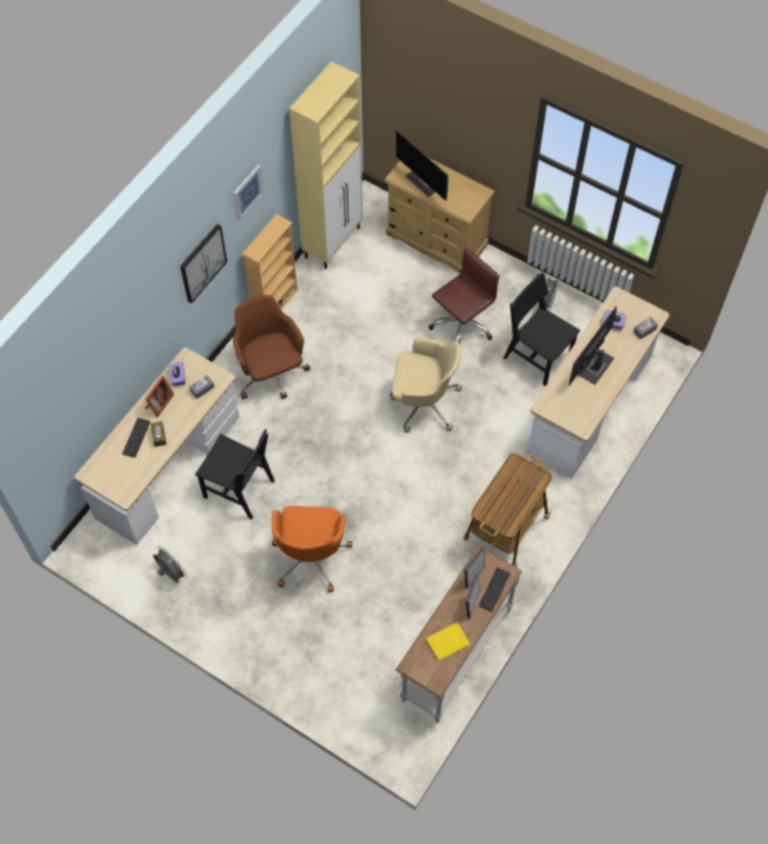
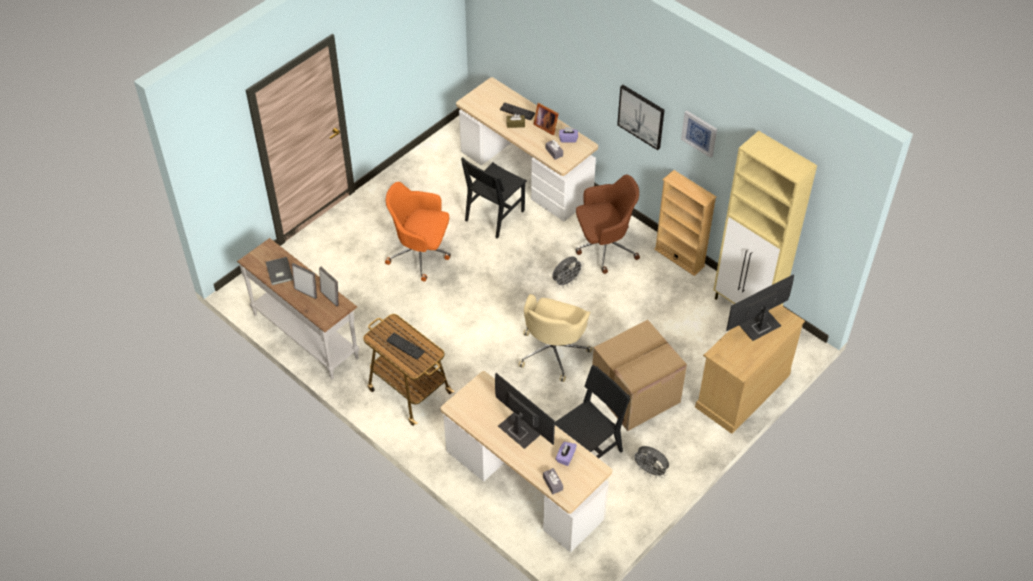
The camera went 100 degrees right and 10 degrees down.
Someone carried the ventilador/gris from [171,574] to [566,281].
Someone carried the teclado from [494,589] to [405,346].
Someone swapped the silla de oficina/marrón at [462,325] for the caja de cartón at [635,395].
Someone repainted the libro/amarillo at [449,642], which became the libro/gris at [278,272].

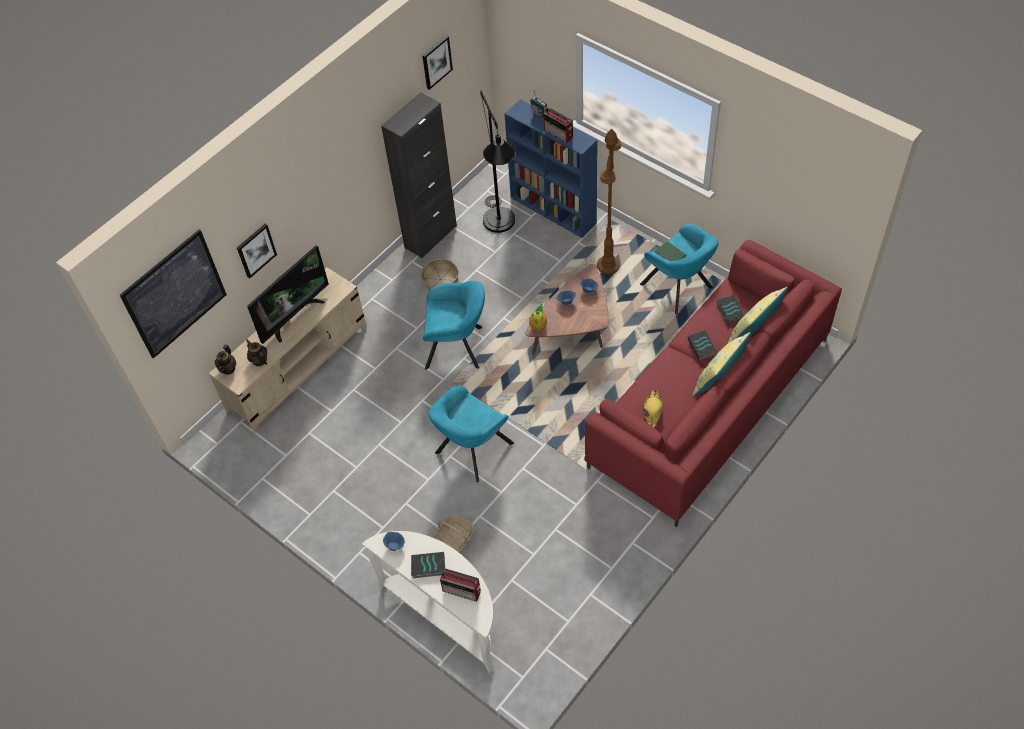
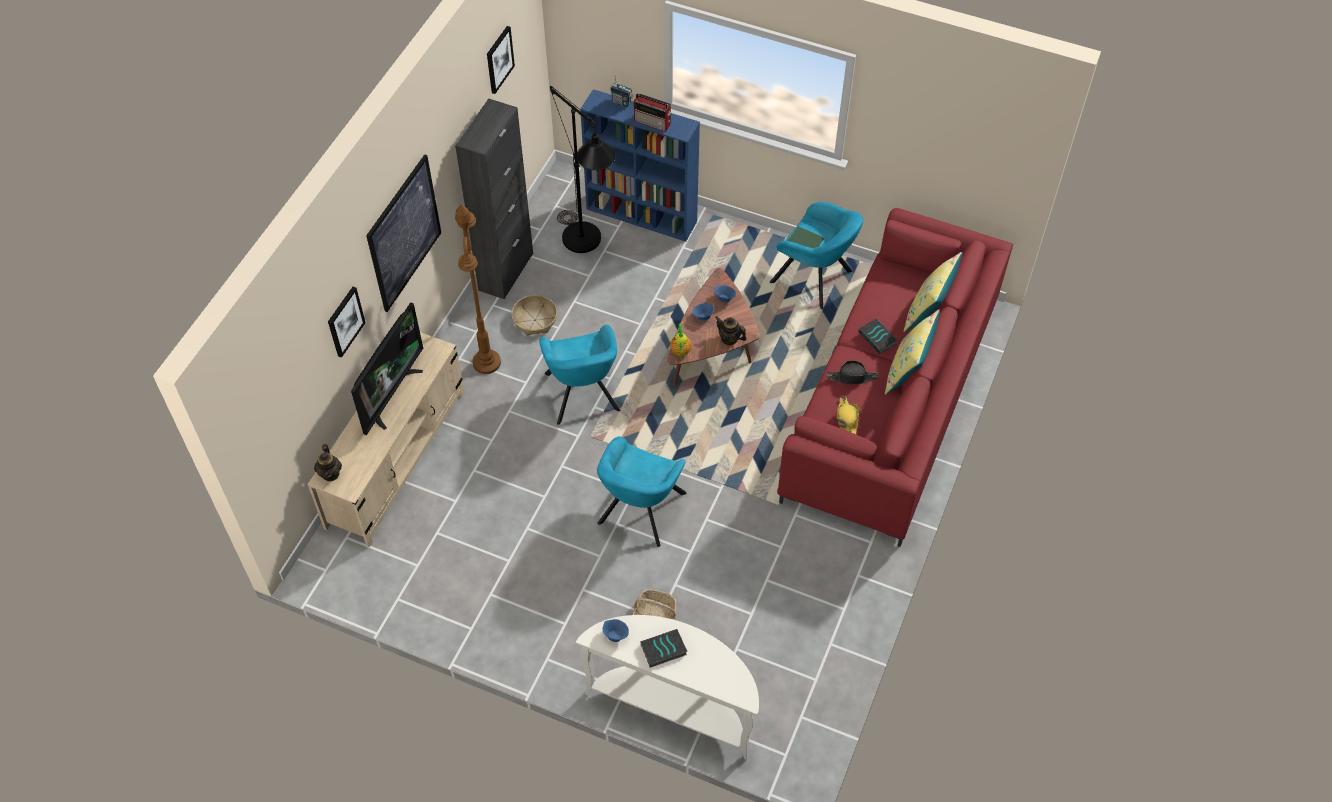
The camera went 20 degrees left and 0 degrees up.
Someone took away the radio at [462,591].
Someone took away the libro at [729,311].
Someone put down the sombrero/negro at [852,377].
Someone carried the cuadro from [174,294] to [404,233].
Someone carried the tetera from [259,360] to [729,339].
Someone carried the lámpara de pie/marrón from [608,265] to [486,362].
Someone rotated the sillón/turquesa at [457,347] by 90 degrees clockwise.

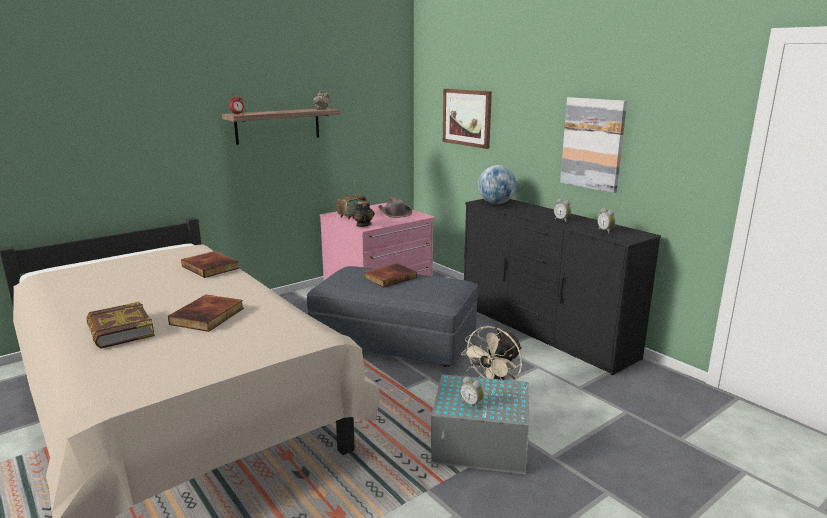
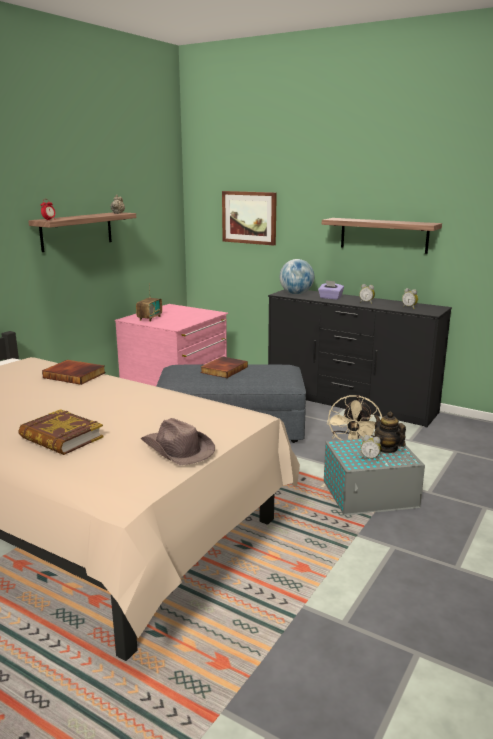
The camera went 20 degrees left and 0 degrees up.
Someone took away the libro at [208,316].
Someone put down the caja de pañuelos/morado at [330,298].
Someone carried the tetera from [363,225] to [387,449].
Someone carried the sombrero/marrón from [394,213] to [177,449].
Someone swapped the cuadro at [593,144] for the estante at [383,235].

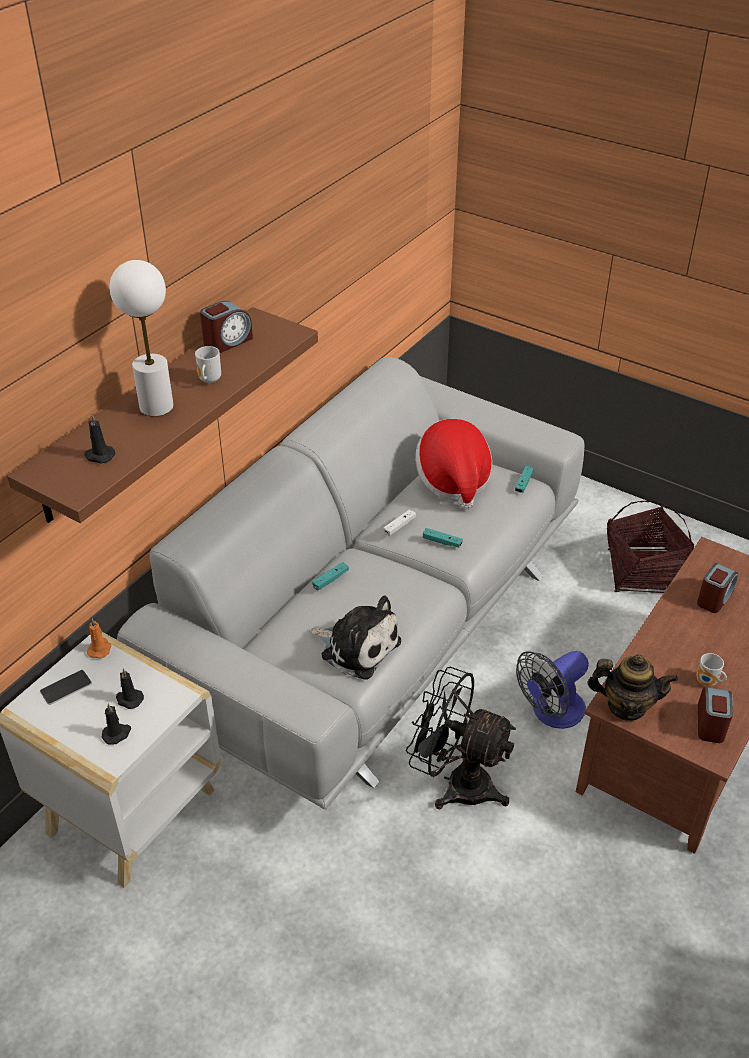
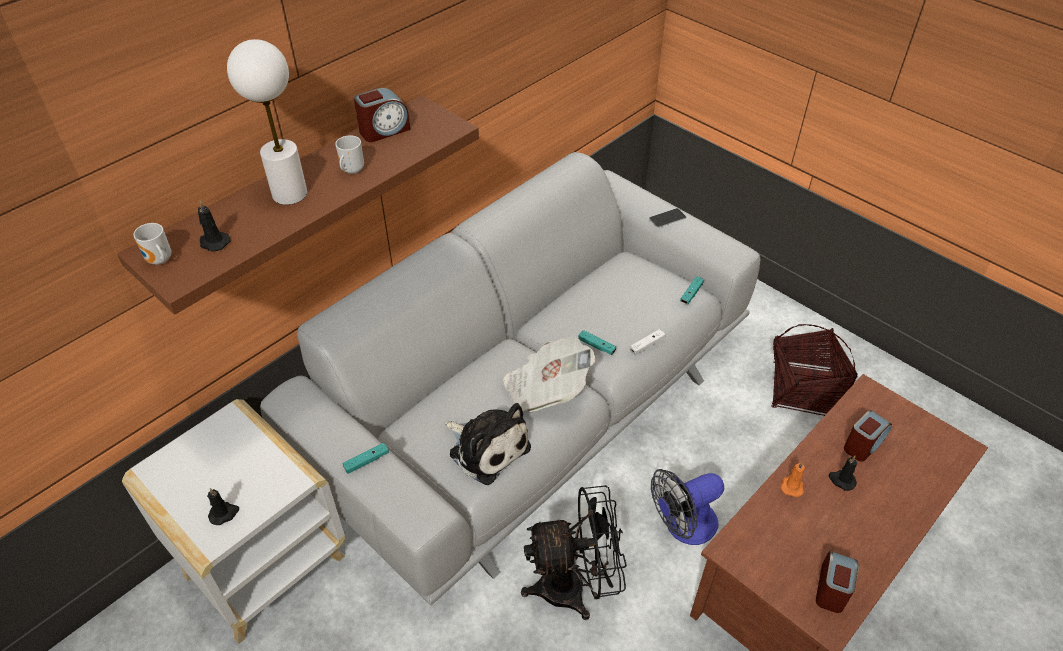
The camera went 10 degrees right and 5 degrees up.
Someone took away the sombrero at [453,480].
Someone took away the tetera at [626,706].
Someone put down the periódico at [546,389].
Someone carried the móvil from [66,687] to [667,218].
Someone carried the vela/naranja from [100,649] to [792,486].
Someone carried the vela/negro from [129,699] to [841,480].
Someone carried the mando de consola/turquesa from [330,580] to [366,461].
Someone carried the mando de consola/blanco from [399,526] to [647,345].
Someone carried the taza grande from [707,683] to [159,261].
Someone rotated the ventilador/negro at [457,783] by 135 degrees clockwise.

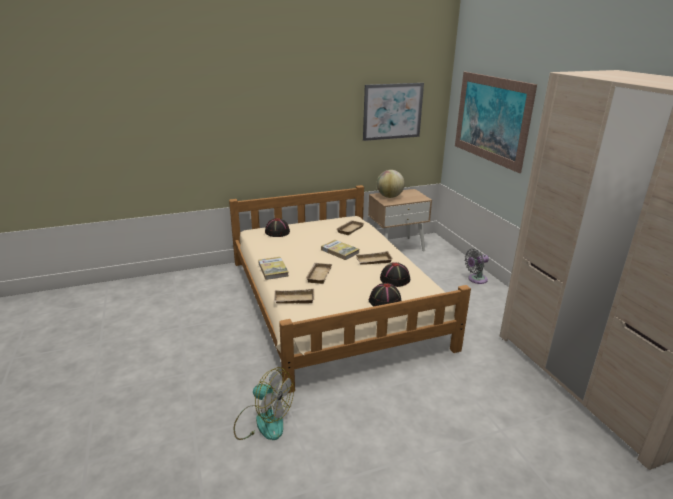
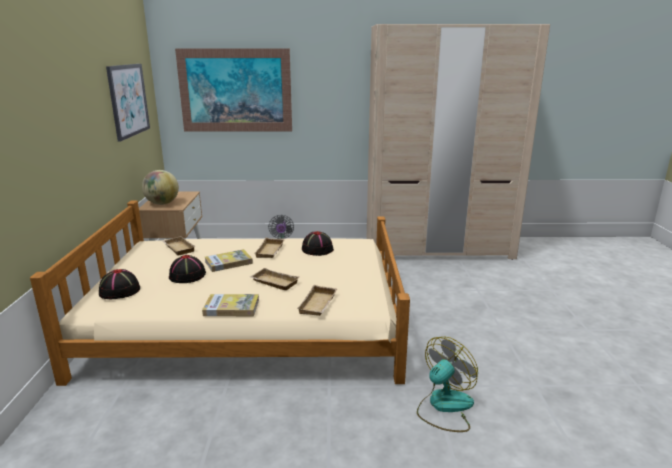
The camera went 70 degrees left and 5 degrees down.
Someone carried the sombrero/negro from [384,301] to [187,276].

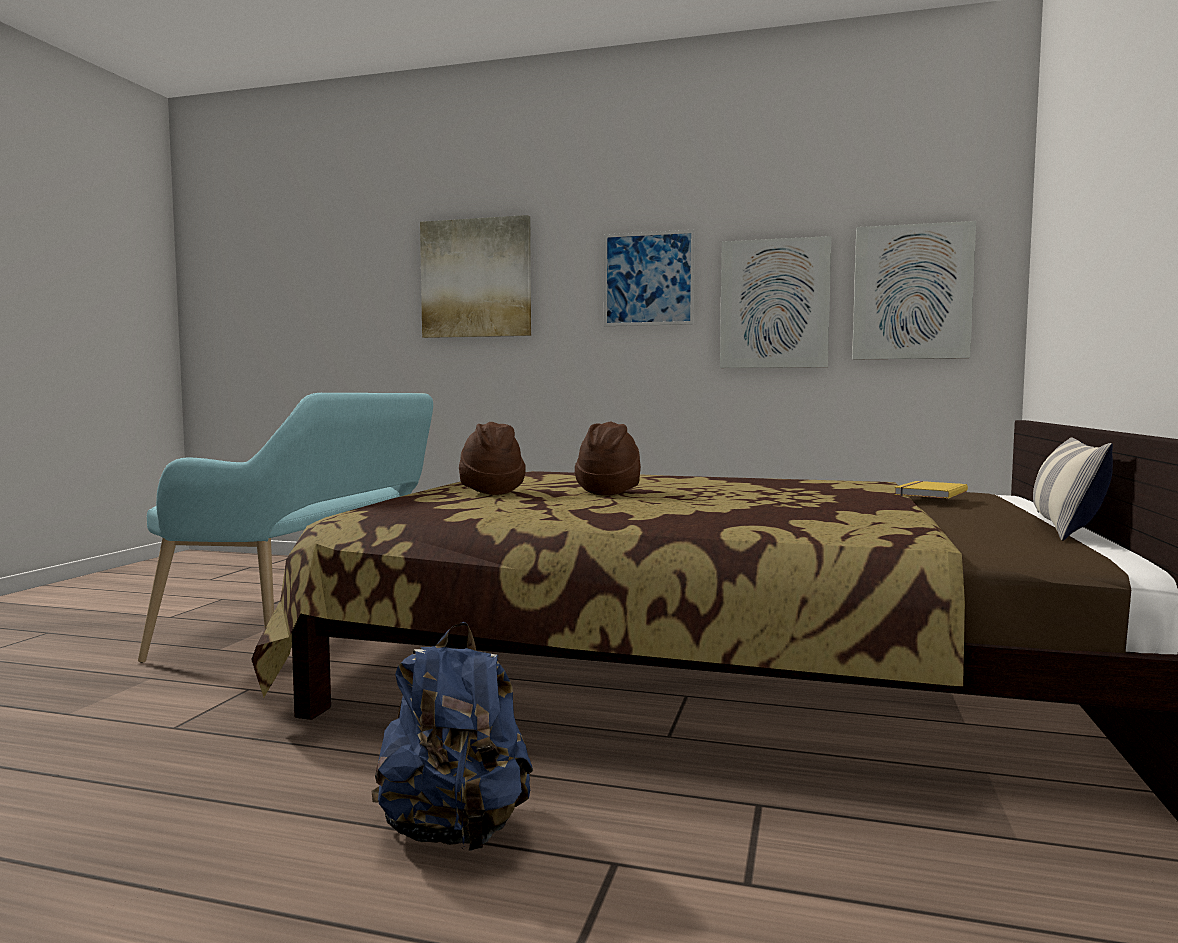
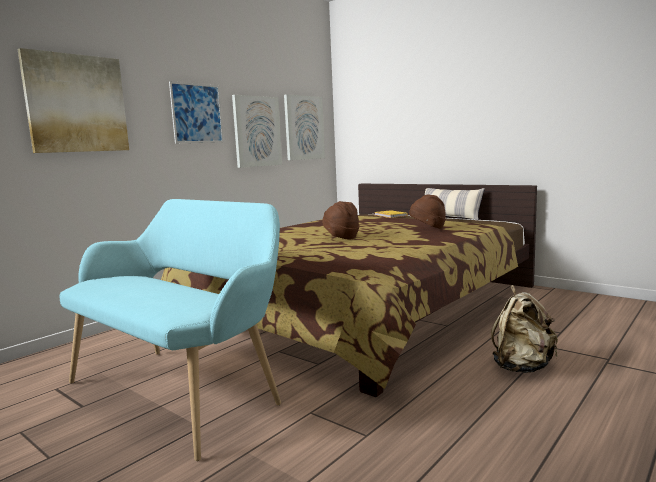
The camera went 65 degrees left and 5 degrees up.
Someone carried the sombrero/marrón from [491,491] to [428,229].
Someone repainted the mochila/azul at [455,832], which became the mochila/beis at [522,367].

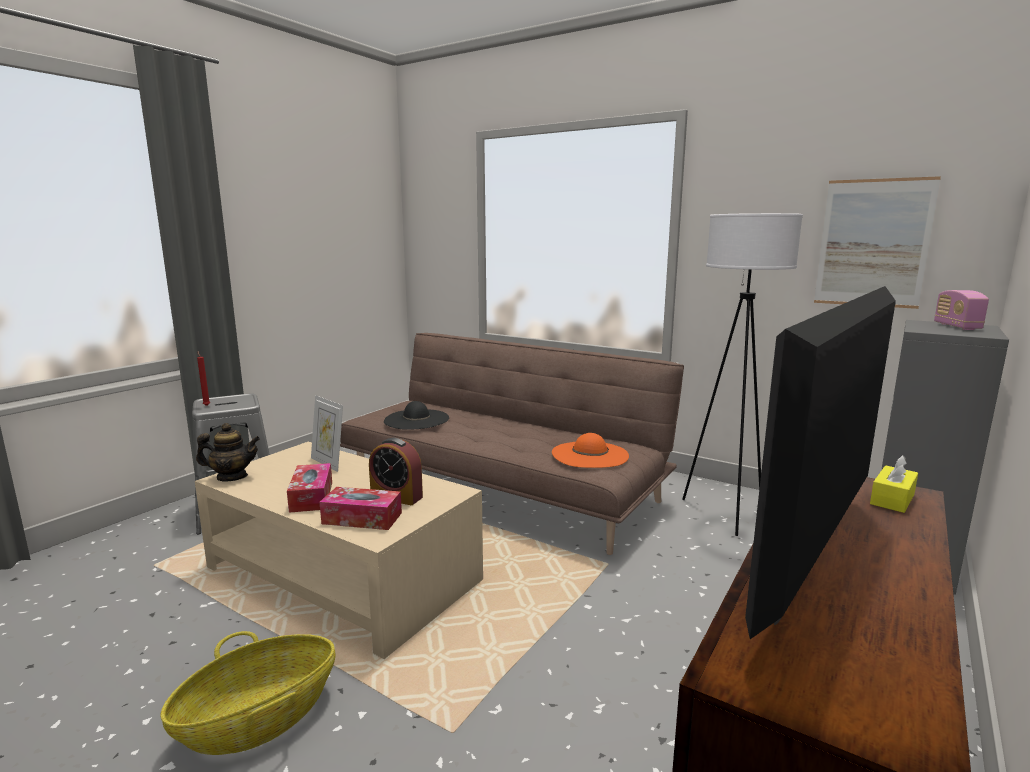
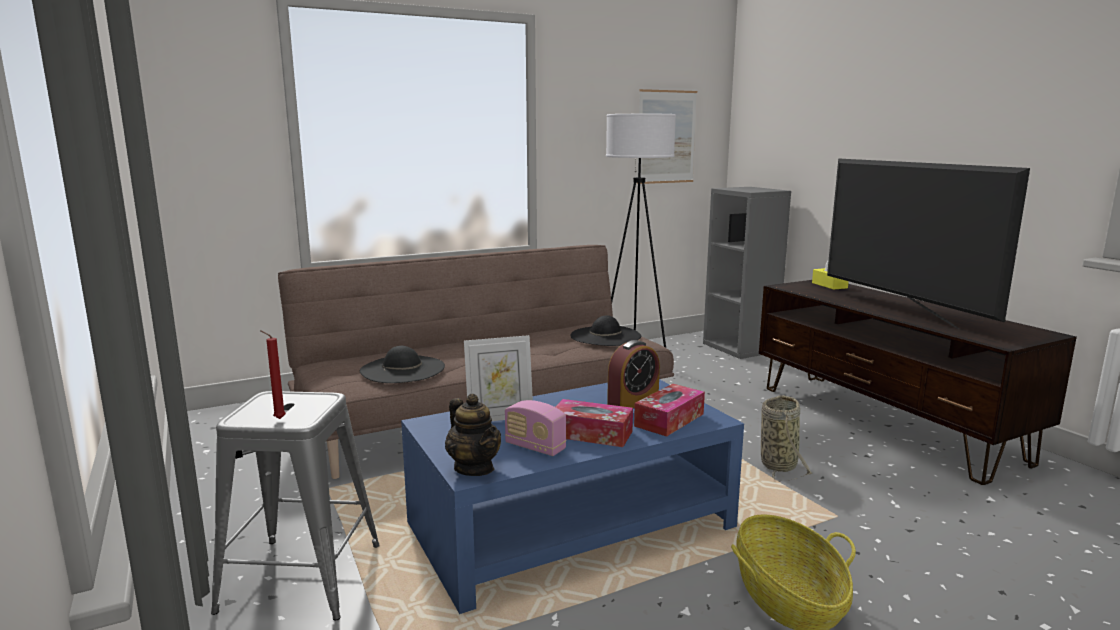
The camera went 60 degrees left and 0 degrees up.
Someone put down the cesta at [778,463].
Someone carried the radio from [957,326] to [535,447].
Someone repainted the mesa de centro/beis at [343,574], which became the mesa de centro/azul at [571,525].
Someone repainted the sombrero/naranja at [589,454], which became the sombrero/negro at [605,336].
Someone rotated the tetera at [232,477] by 120 degrees clockwise.

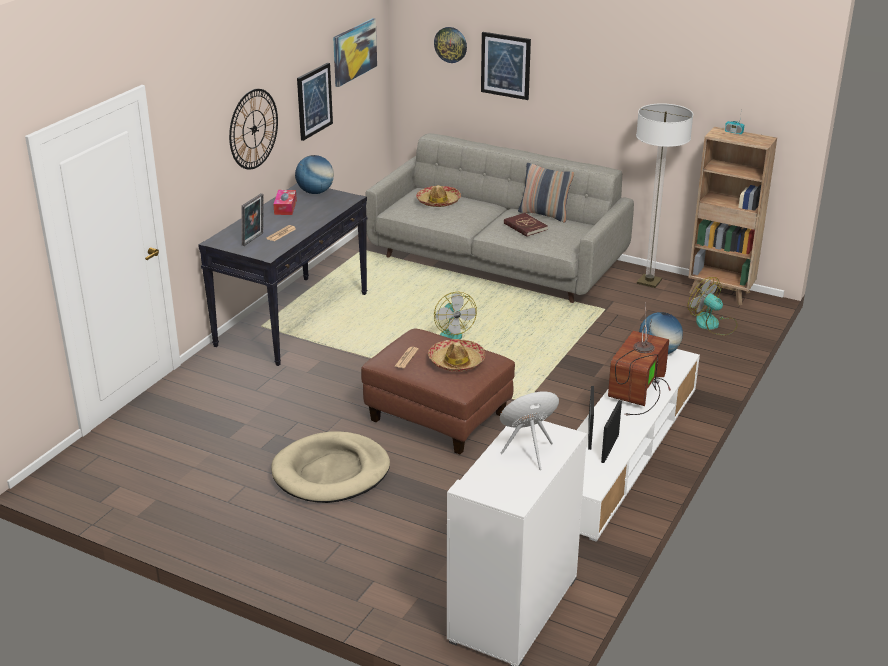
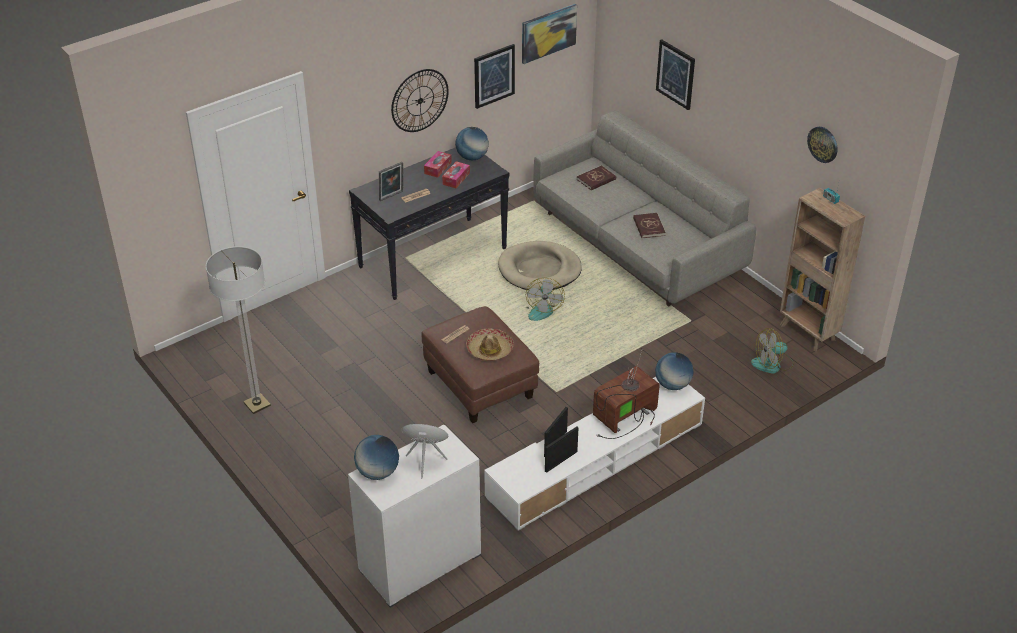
The camera went 25 degrees right and 10 degrees up.
Someone took away the cojín at [544,214].
Someone put down the globo terráqueo at [378,472].
Someone put down the caja de pañuelos at [456,179].
Someone carried the cama para perro/beis from [331,472] to [539,270].
Someone carried the reloj de pared from [450,44] to [823,144].
Someone carried the lámpara de pie from [649,282] to [257,404].
Someone swapped the sombrero at [438,201] for the libro/rojo at [596,179].
Someone rotated the ventilador at [712,324] by 90 degrees counterclockwise.

